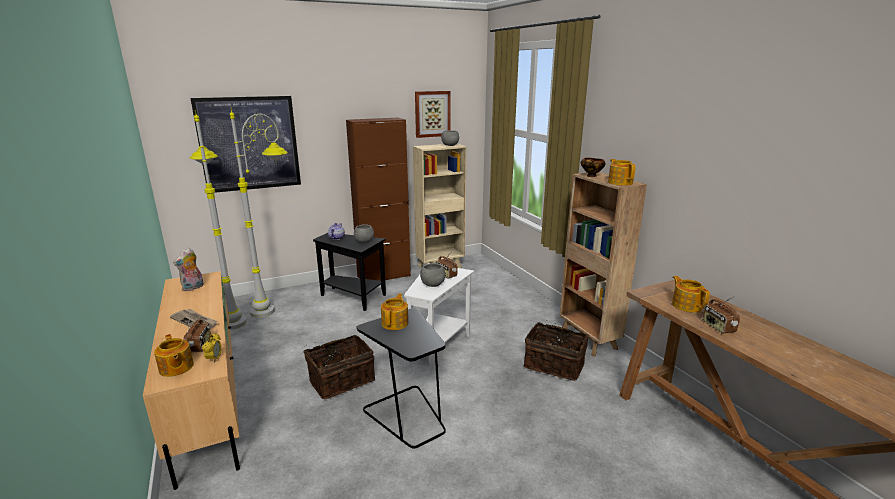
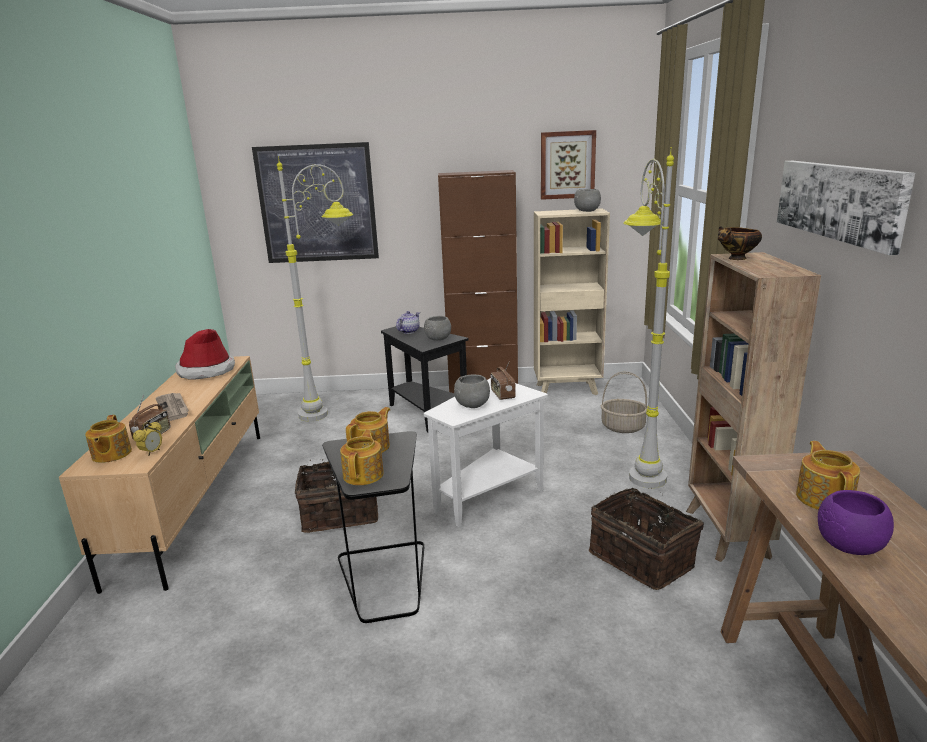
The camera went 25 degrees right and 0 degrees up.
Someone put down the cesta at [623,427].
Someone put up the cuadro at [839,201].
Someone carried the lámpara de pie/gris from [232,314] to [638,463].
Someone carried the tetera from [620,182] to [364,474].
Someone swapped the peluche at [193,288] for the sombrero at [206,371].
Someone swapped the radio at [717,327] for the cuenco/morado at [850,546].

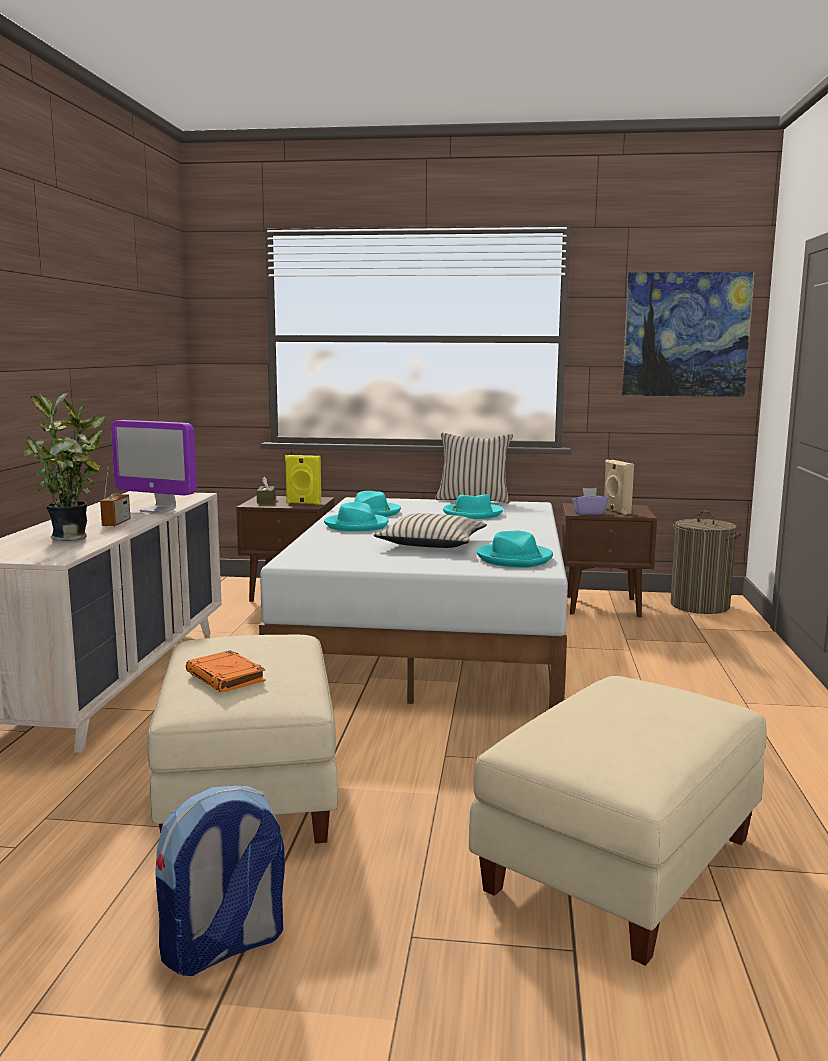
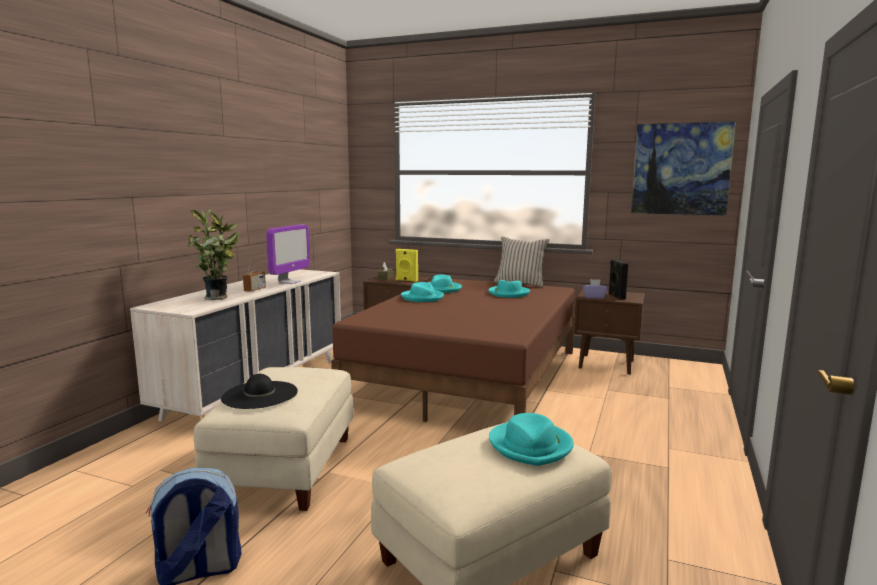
The camera went 15 degrees right and 0 degrees up.
Someone took away the cojín/beis at [432,543].
Someone took away the cesto de la ropa at [700,606].
Someone carried the sombrero/turquesa from [515,559] to [531,446].
Someone swapped the libro/naranja at [226,677] for the sombrero/negro at [260,395].
Someone repainted the cama/blanco at [432,638], which became the cama/marrón at [470,377].
Someone repainted the altavoz/beis at [616,511], which became the altavoz/negro at [616,296].
Someone rotated the monitor at [158,510] by 105 degrees counterclockwise.

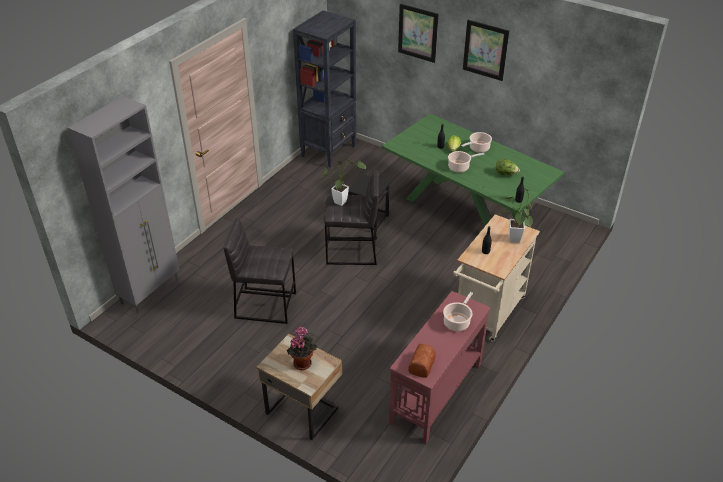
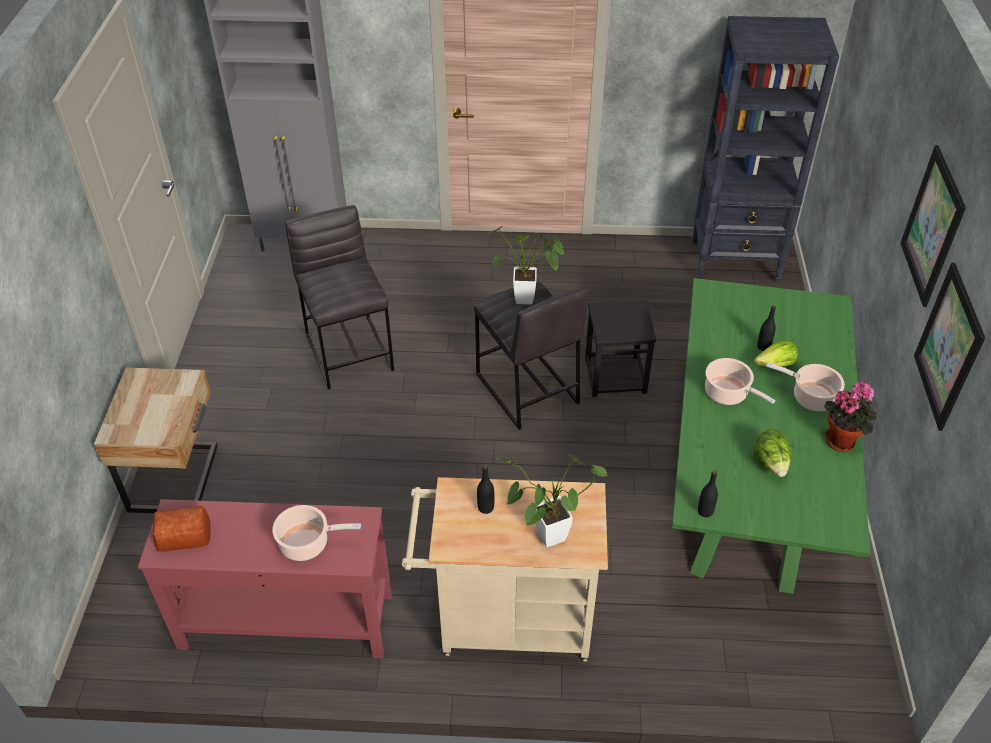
The camera went 60 degrees right and 5 degrees up.
Someone carried the planta en maceta from [302,362] to [842,440].
Someone carried the cuadro from [418,33] to [948,347].

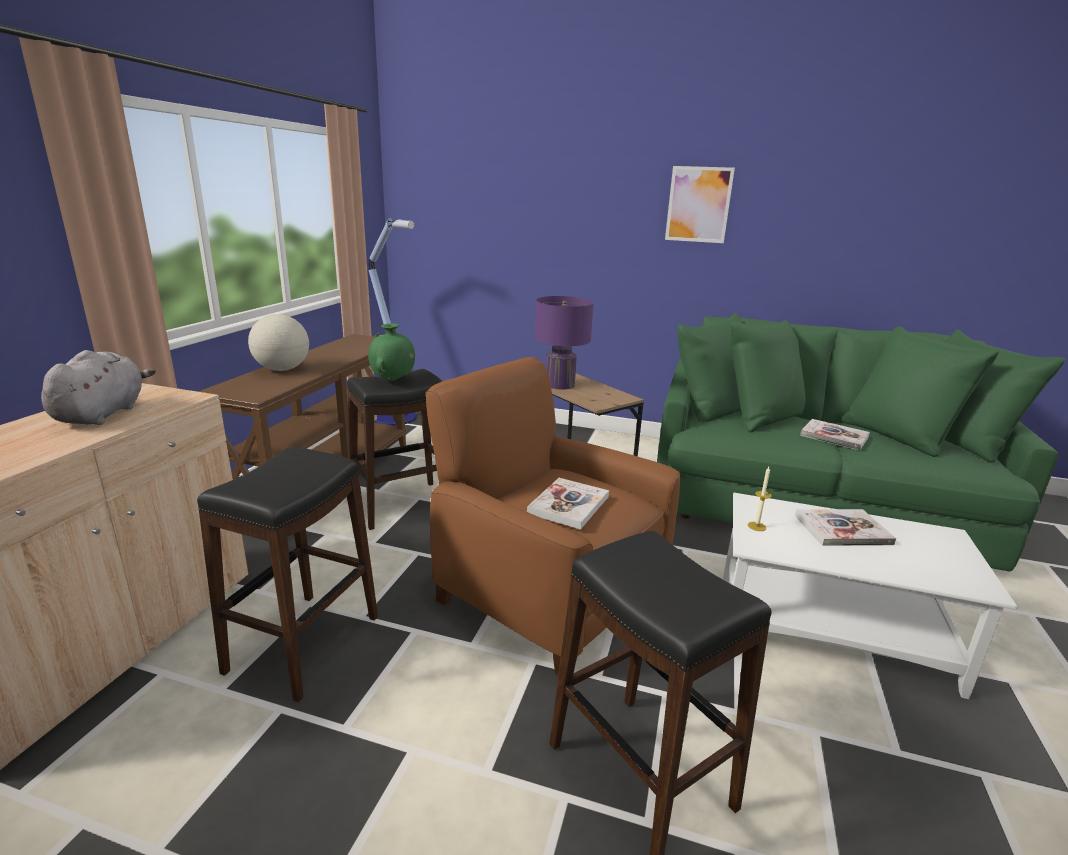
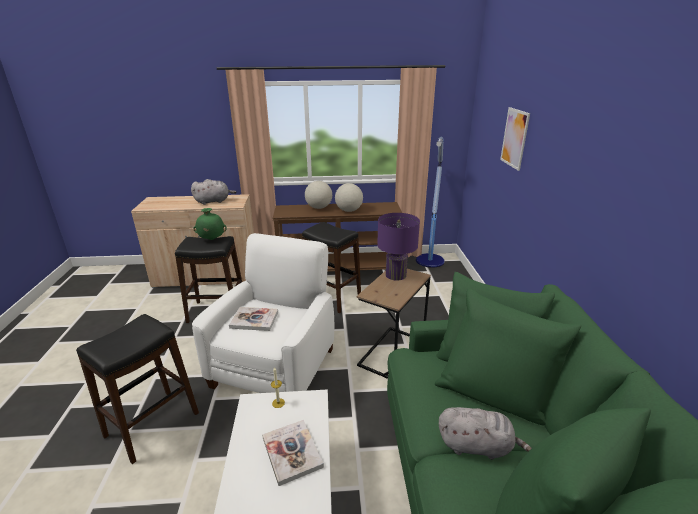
The camera went 70 degrees right and 5 degrees up.
Someone put down the globo terráqueo at [349,210].
Someone carried the florero/verde from [393,381] to [211,239].
Someone carried the cuadro from [698,204] to [514,138].
Someone swapped the libro at [834,436] for the peluche/gris at [477,446].
Someone repainted the sillón/marrón at [547,592], which became the sillón/blanco at [275,366].

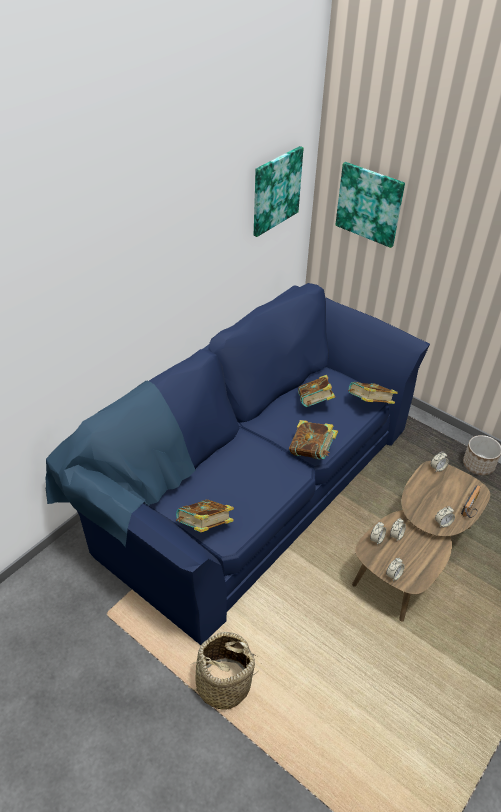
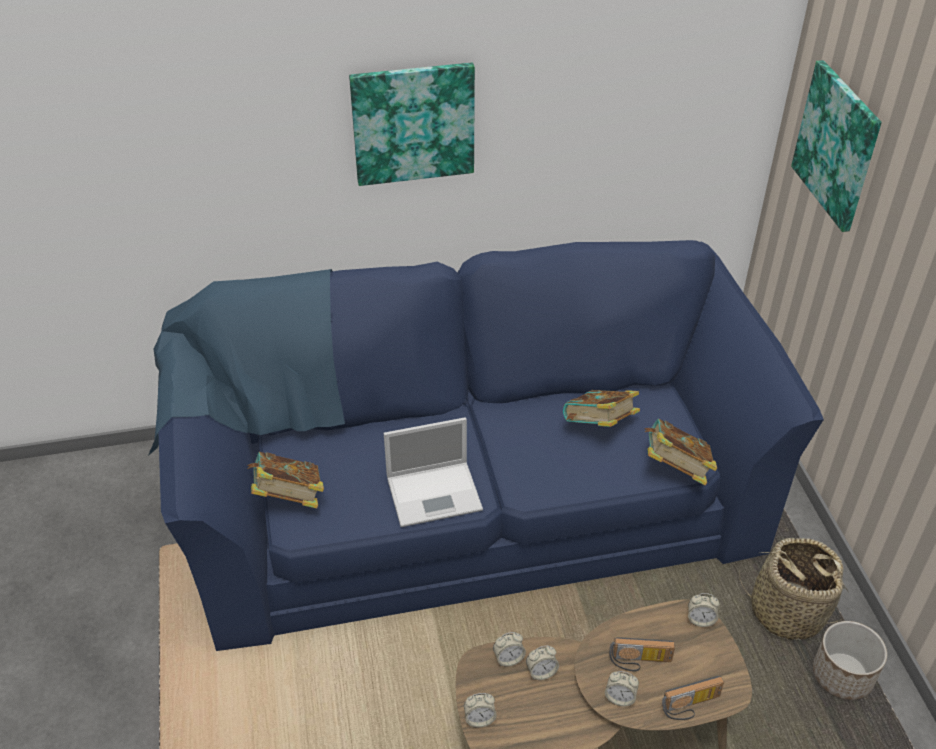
The camera went 40 degrees right and 0 degrees up.
Someone took away the libro at [311,452].
Someone put down the portátil at [436,493].
Someone put down the radio at [639,662].
Someone carried the cesta from [223,684] to [787,611].
Someone carried the cuadro from [276,190] to [413,123].

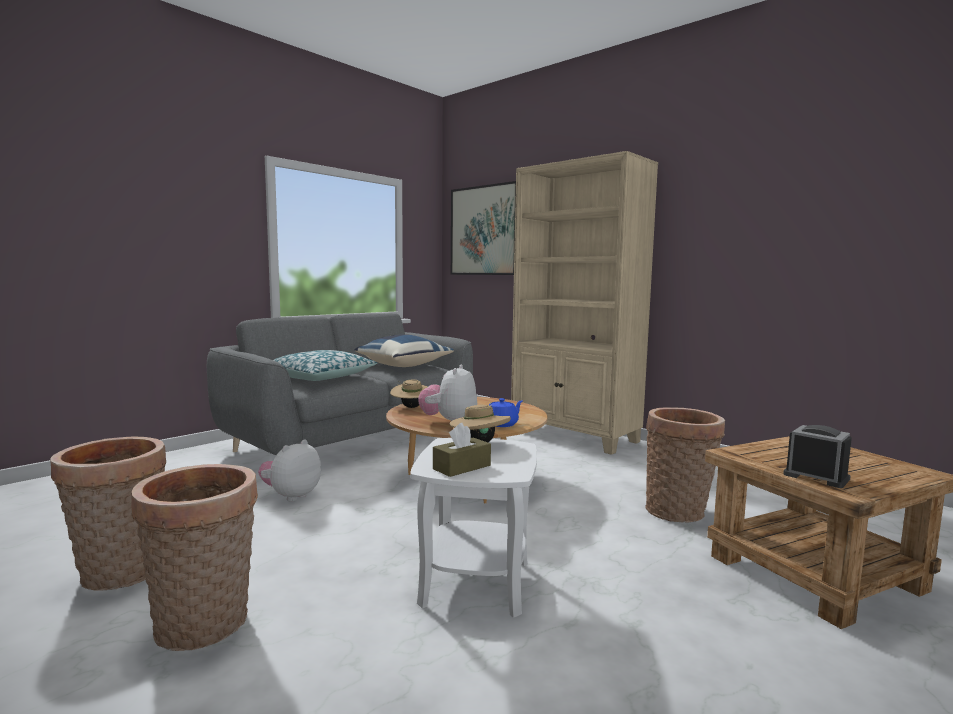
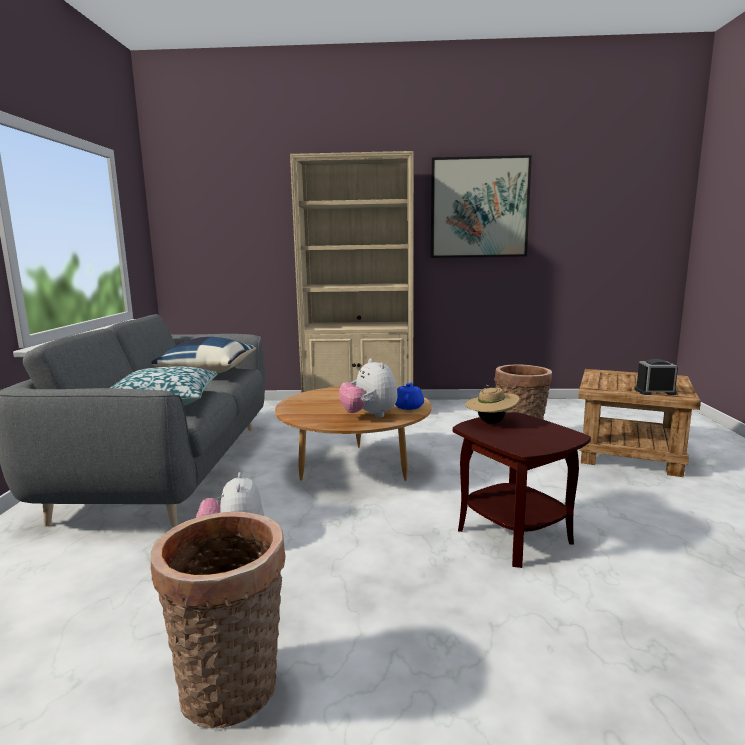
The camera went 40 degrees left and 5 degrees up.
Someone took away the cesta at [205,627].
Someone took away the sombrero/beis at [411,407].
Someone took away the caja de pañuelos/marrón at [462,467].
Someone carried the cuadro from [485,231] to [479,208].
Someone repainted the mesa auxiliar/blanco at [476,583], which became the mesa auxiliar/marrón at [515,535].

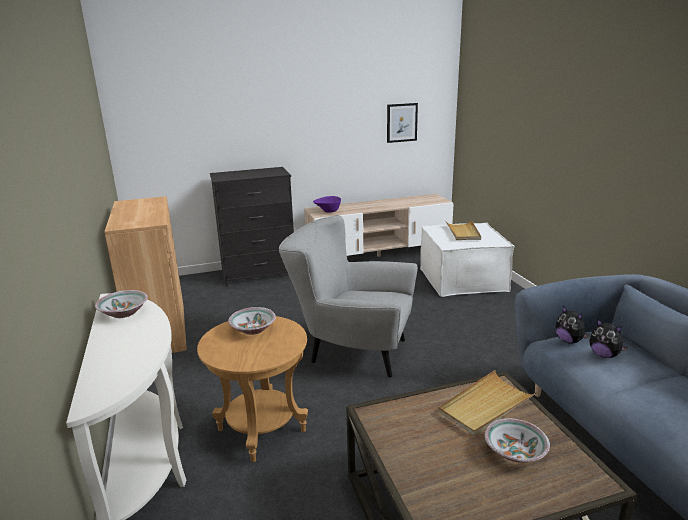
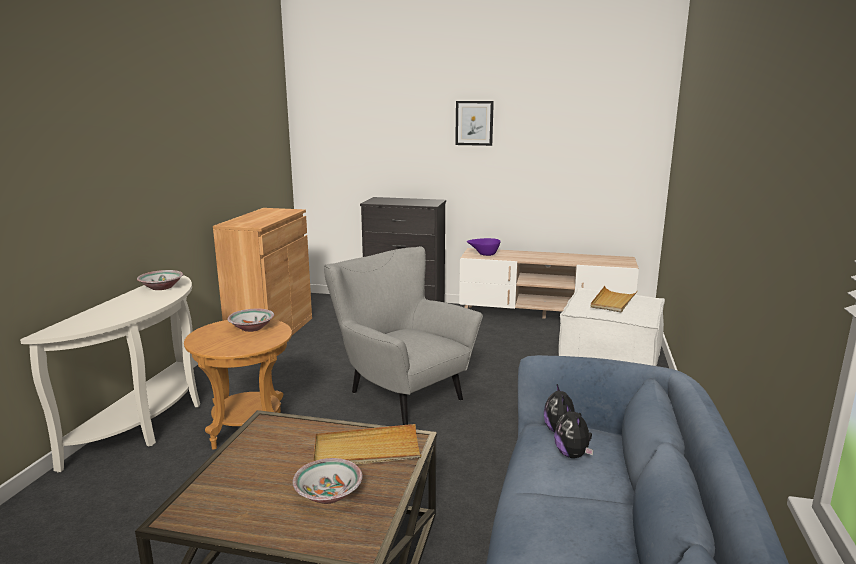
The camera went 30 degrees right and 5 degrees down.
Someone carried the cuadro from [401,122] to [474,123].

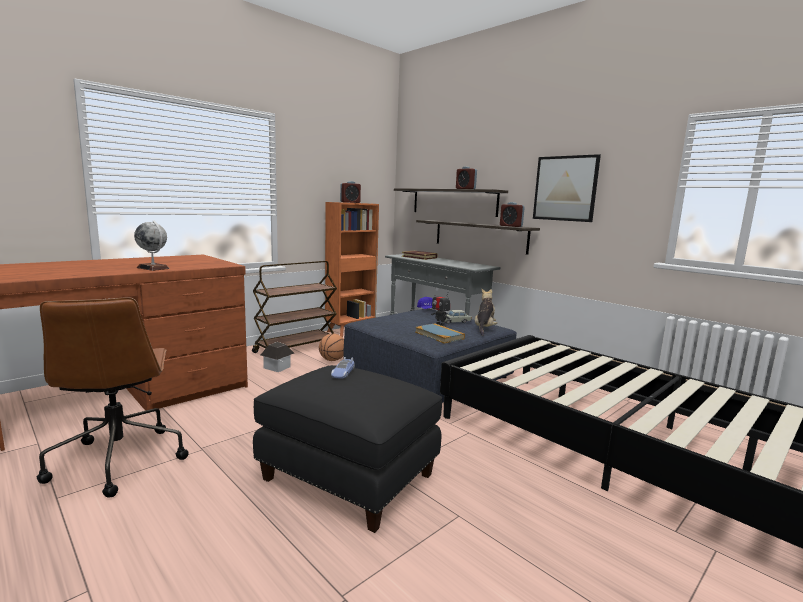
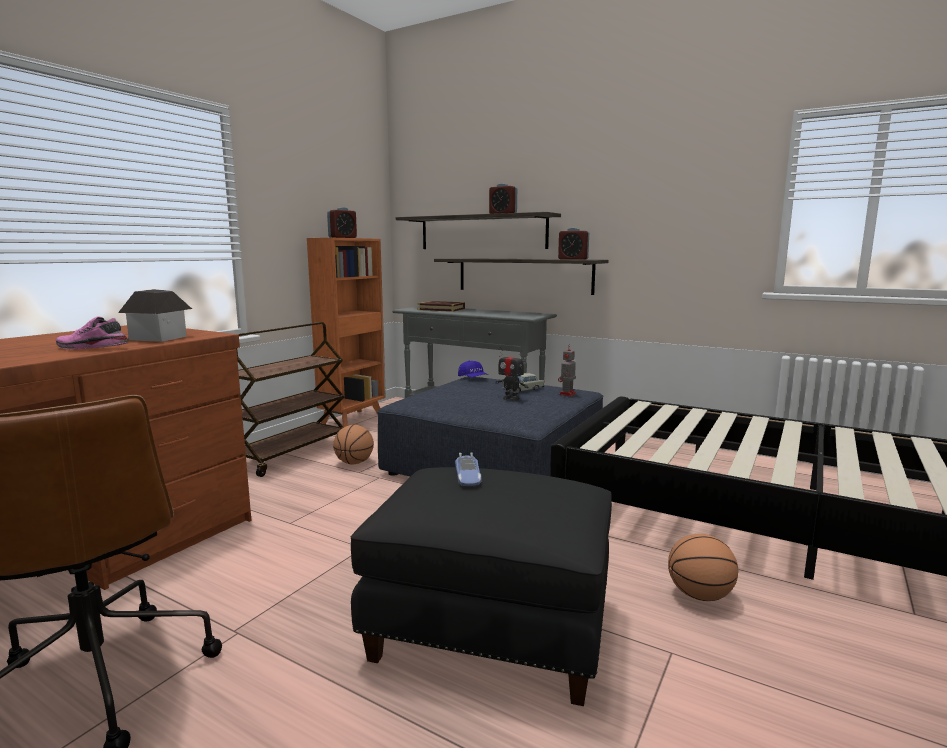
The camera went 15 degrees left and 0 degrees up.
Someone took away the libro at [439,335].
Someone took away the cuadro at [565,188].
Someone put down the balón de baloncesto at [699,595].
Someone carried the casita from [277,367] to [159,338].
Someone swapped the globo terráqueo at [153,268] for the zapato/rosa at [91,348].
Someone swapped the peluche at [484,328] for the robot de juguete at [567,394].

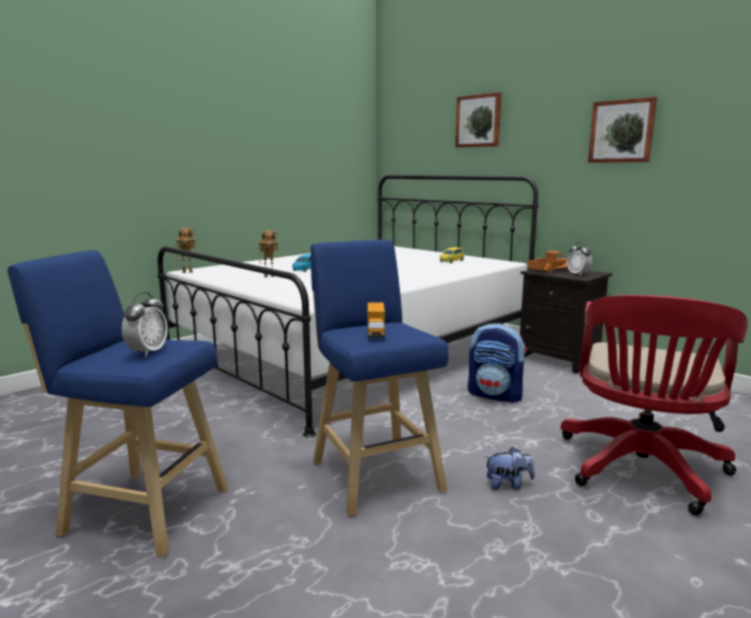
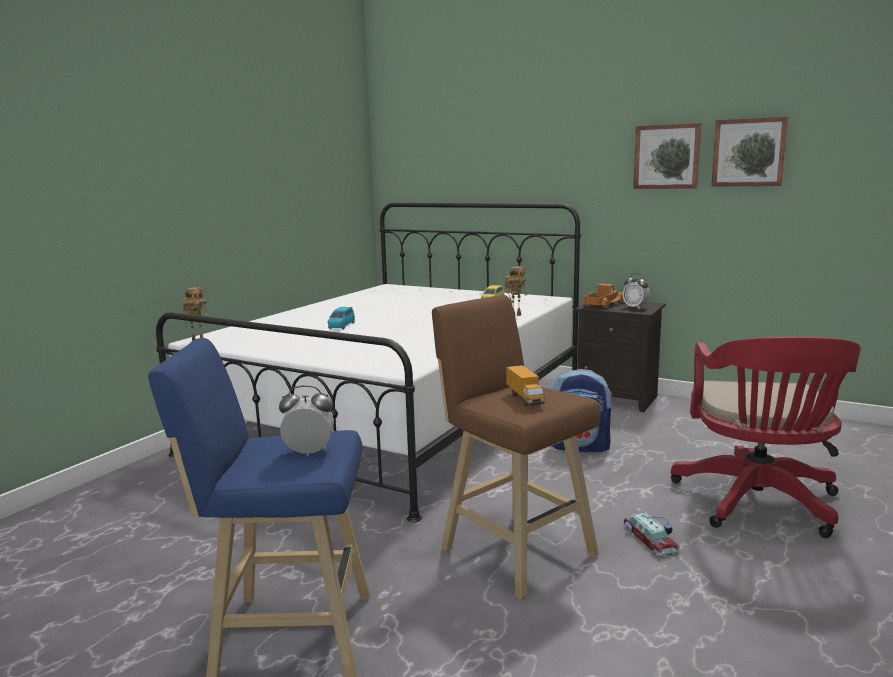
The camera went 15 degrees left and 0 degrees up.
Someone carried the robot de juguete from [270,276] to [516,315].
Someone carried the cuadro from [478,121] to [749,152].
Someone swapped the peluche at [508,485] for the coche de juguete at [651,538].
Someone repainted the taburete/azul at [374,473], which became the taburete/marrón at [513,549].
Someone rotated the despertador at [147,352] by 90 degrees counterclockwise.

